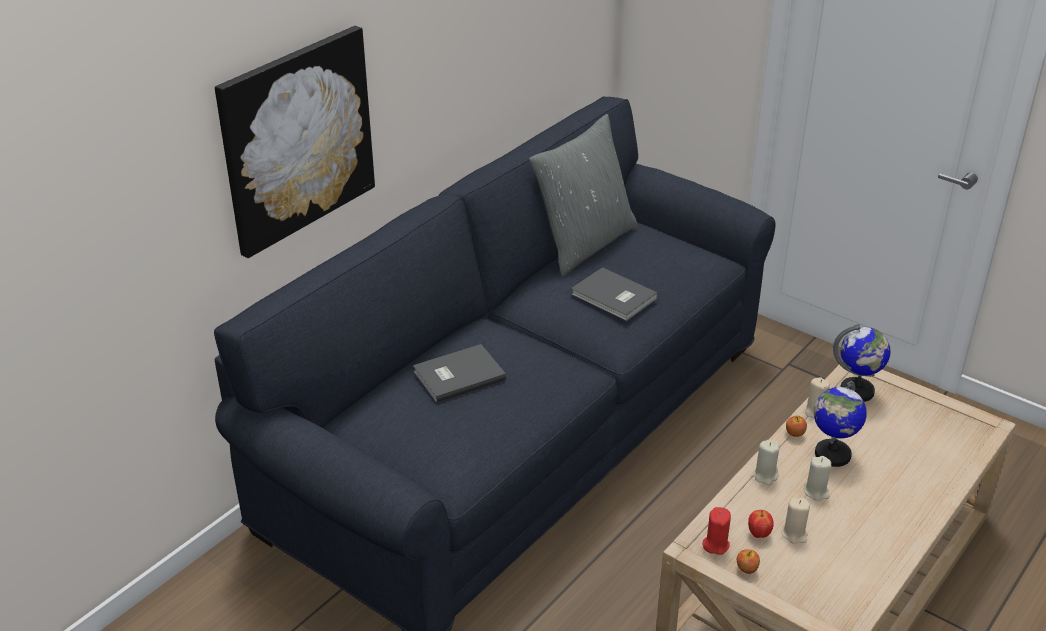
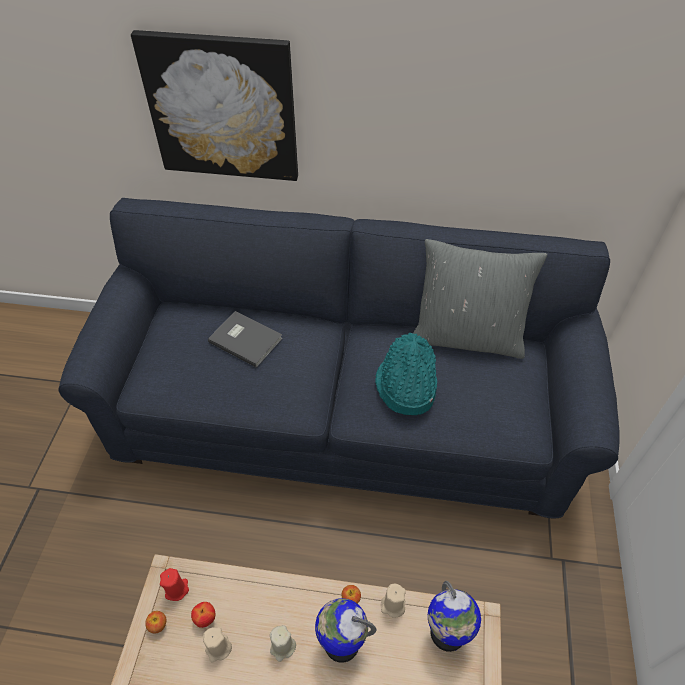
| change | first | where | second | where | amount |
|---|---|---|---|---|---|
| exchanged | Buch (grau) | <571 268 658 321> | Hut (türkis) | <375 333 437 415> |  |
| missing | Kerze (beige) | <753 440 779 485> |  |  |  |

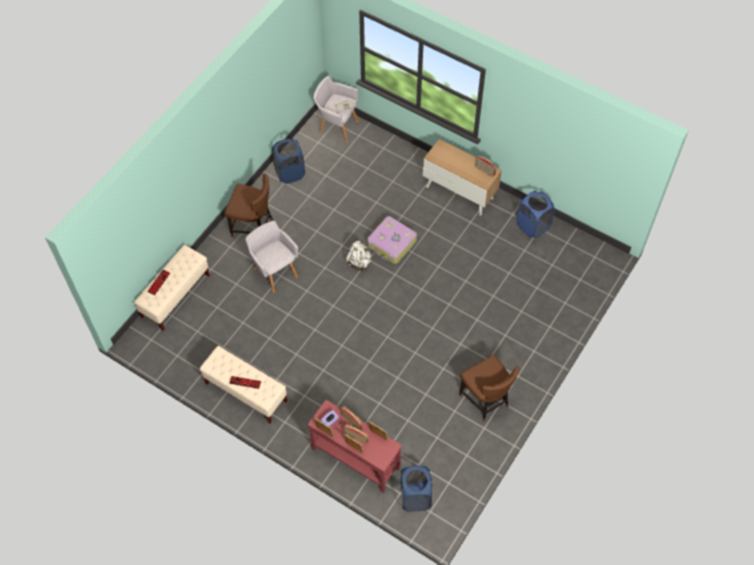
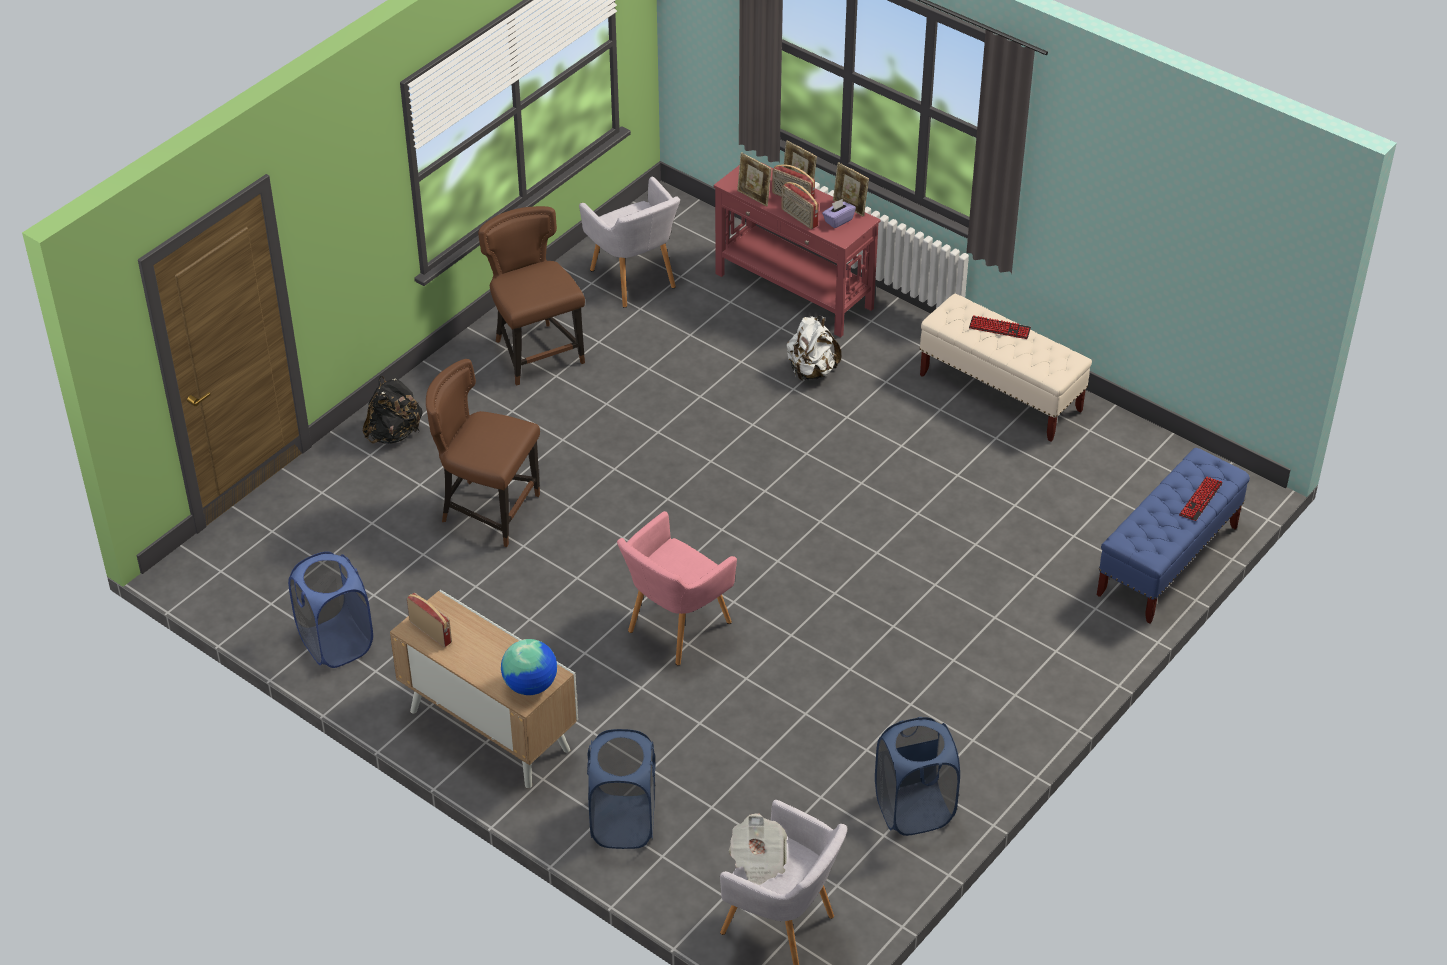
| change | first | where | second | where | amount |
|---|---|---|---|---|---|
| appeared |  |  | Rucksack (schwarz) | <362 376 423 444> |  |
| relocated | Stuhl (braun) | <224 173 273 237> |  | <426 359 540 547> |  |
| appeared |  |  | Globus | <501 639 557 695> |  |
| relocated | Sessel (grau) | <246 221 298 293> |  | <579 177 680 308> |  |
| relocated | Wäschekorb (blau) | <401 466 432 512> |  | <587 729 655 849> |  |
| exchanged | Koffer | <367 216 417 264> | Sessel (rosa) | <617 511 737 665> |  |
| relocated | Rucksack (weiß) | <345 241 372 272> |  | <786 316 841 381> |  |
| colour | Bank (beige) | <134 245 210 331> | Bank (blau) | <1097 448 1250 623> |  |

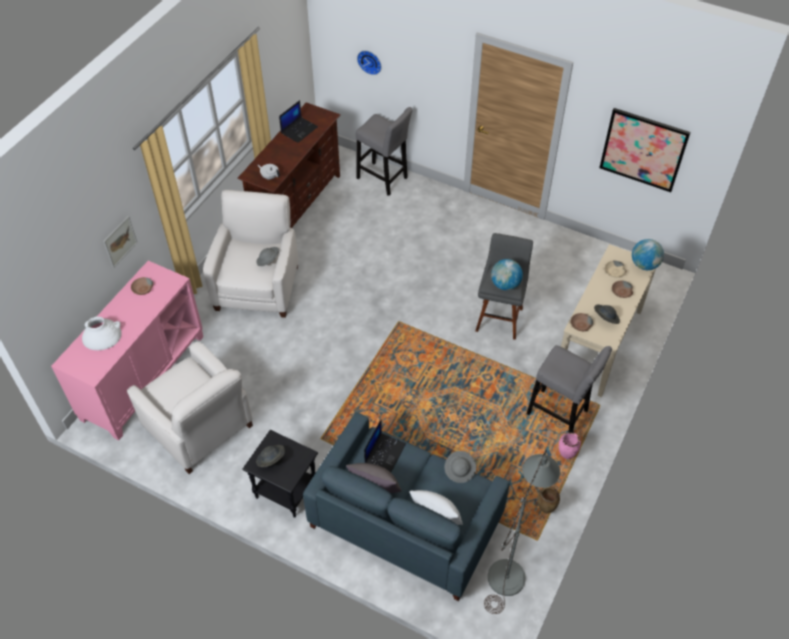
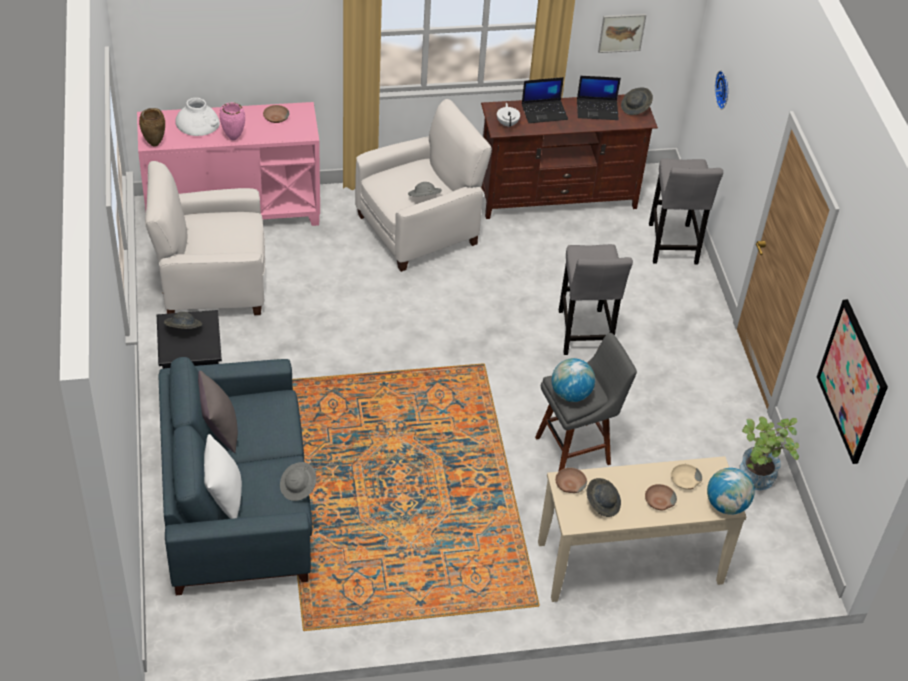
| change | first | where | second | where | amount |
|---|---|---|---|---|---|
| relocated | Vase (braun) | <537 486 560 513> |  | <139 108 165 147> |  |
| spun | Sessel (weiß) | <127 342 253 474> |  | <145 161 265 315> | 75 degrees clockwise |
| relocated | Vase (rosa) | <559 433 581 459> |  | <220 102 245 141> |  |
| relocated | Laptop | <364 419 406 472> |  | <522 77 568 123> |  |
| relocated | Hocker (grau) | <527 345 612 433> |  | <559 244 633 355> |  |
| relocated | Bild | <103 216 137 268> |  | <598 14 646 53> |  |
| appeared |  |  | Hut (grau) | <621 87 653 115> |  |
| appeared |  |  | Topfpflanze | <739 416 799 490> |  |
| missing | Stehlampe (grau) | <484 450 560 614> |  |  |  |

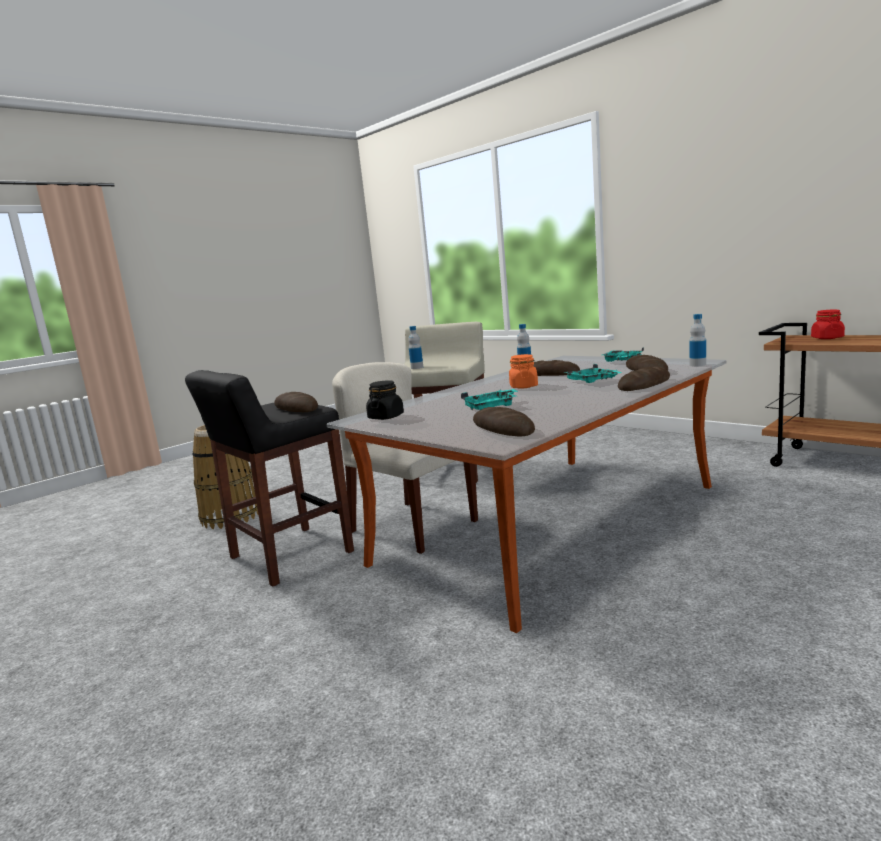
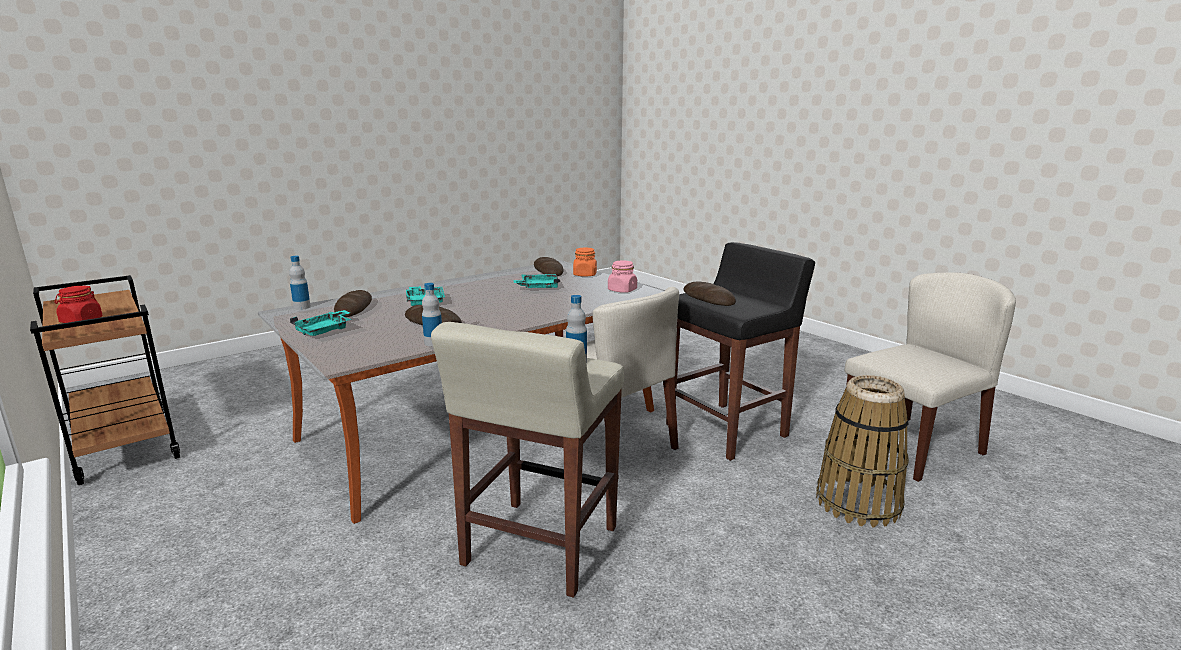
| change | first | where | second | where | amount |
|---|---|---|---|---|---|
| relocated | Vorratsglas (orange) | <509 354 538 389> |  | <573 247 597 277> |  |
| colour | Vorratsglas (schwarz) | <366 380 404 420> | Vorratsglas (rosa) | <608 261 637 293> |  |
| appeared |  |  | Stuhl (beige) | <845 272 1016 482> |  |
| missing | Brot | <618 366 670 391> |  |  |  |

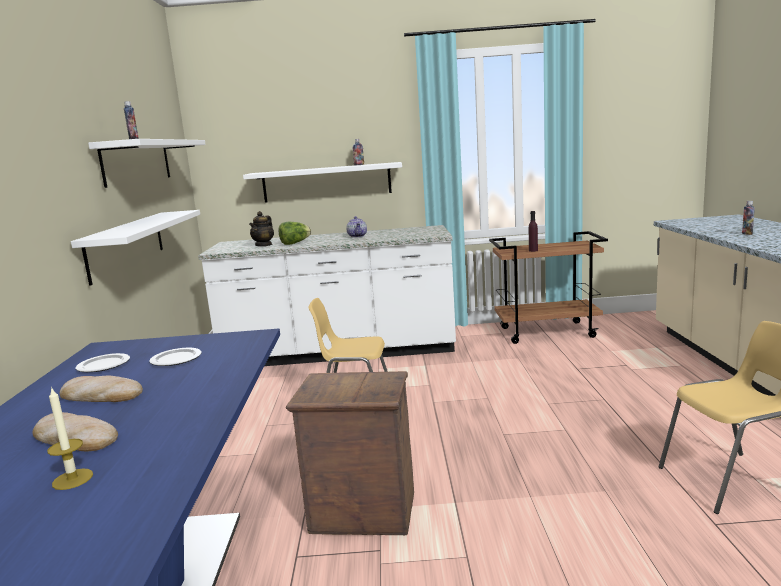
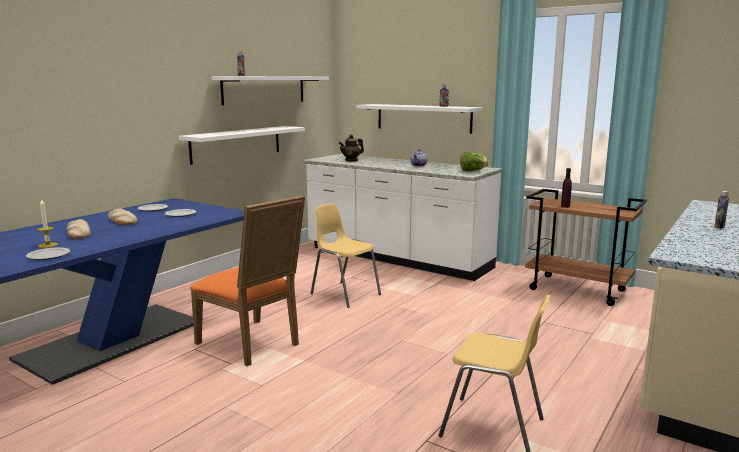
| change | first | where | second | where | amount |
|---|---|---|---|---|---|
| appeared |  |  | Teller | <26 247 70 260> |  |
| exchanged | Kiste | <286 371 414 535> | Stuhl (orange) | <190 195 305 366> |  |
| relocated | Salatkopf | <279 222 311 245> |  | <460 152 489 171> |  |

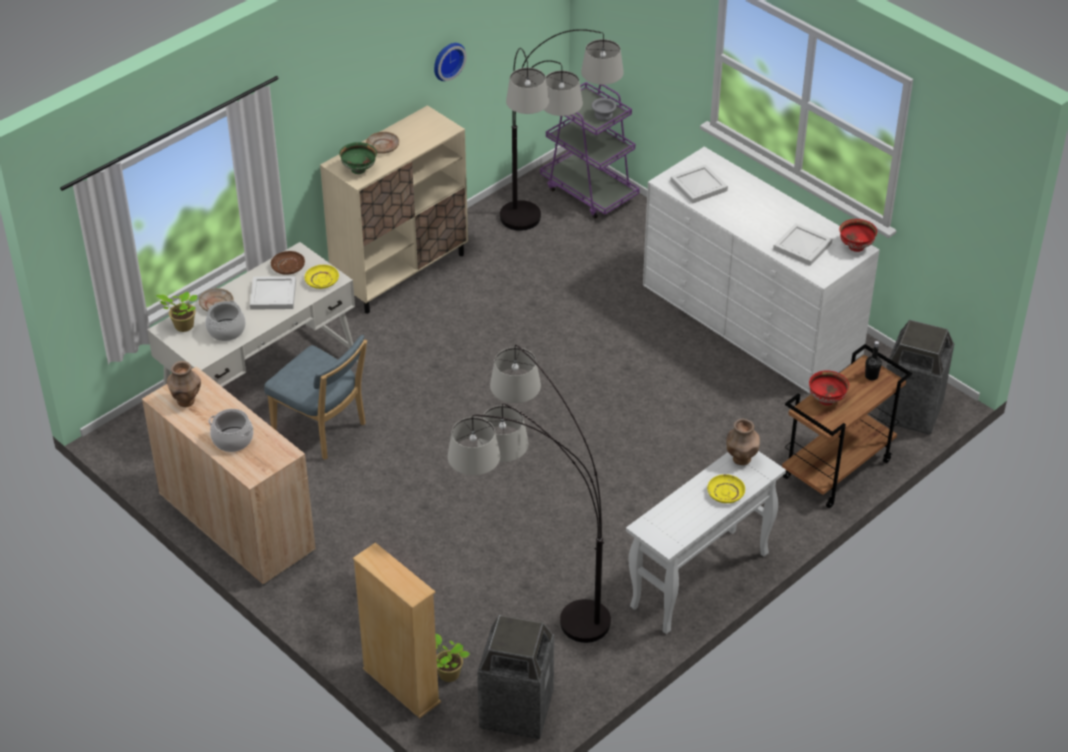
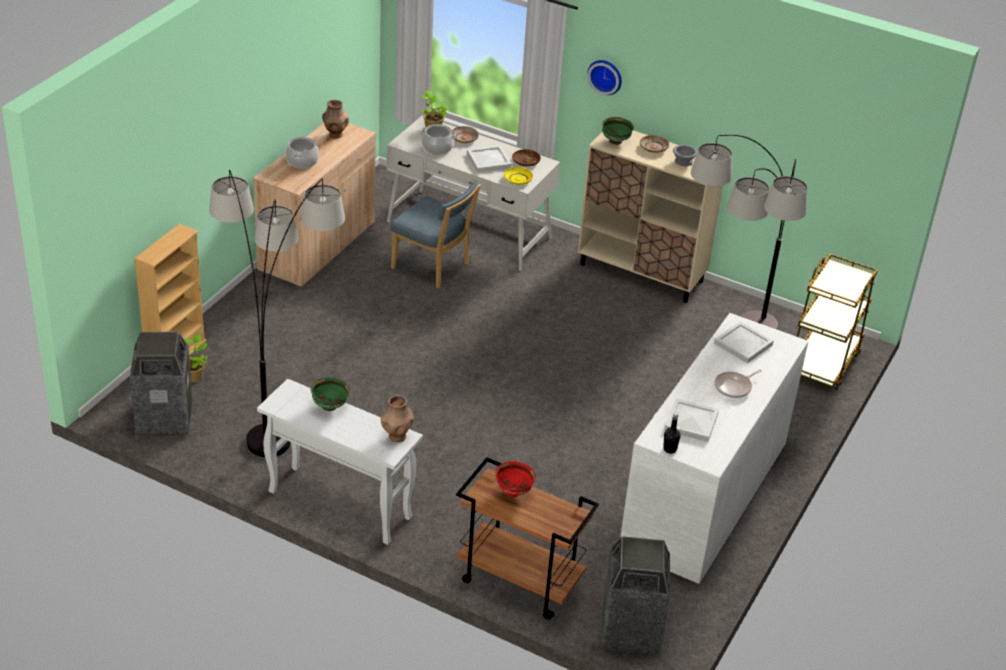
| change | first | where | second | where | amount |
|---|---|---|---|---|---|
| appeared |  |  | Schüssel (grün) | <311 377 350 411> |  |
| spun | Stuhl (blau) | <264 335 367 460> |  | <390 180 481 288> | 75 degrees counterclockwise |
| relocated | Wanduhr | <434 43 467 81> |  | <587 60 622 95> |  |
| relocated | Flasche (schwarz) | <865 341 882 380> |  | <663 412 681 453> |  |
| relocated | Schüssel (grau) | <591 98 617 121> |  | <673 145 697 166> |  |
| appeared |  |  | Pfanne | <714 369 762 398> |  |
| colour | Rollwagen (lila) | <540 82 640 219> | Rollwagen (braun) | <797 254 878 390> |  |
| missing | Teller (gelb) | <707 474 745 503> |  |  |  |
| missing | Schüssel (rot) | <839 219 877 252> |  |  |  |

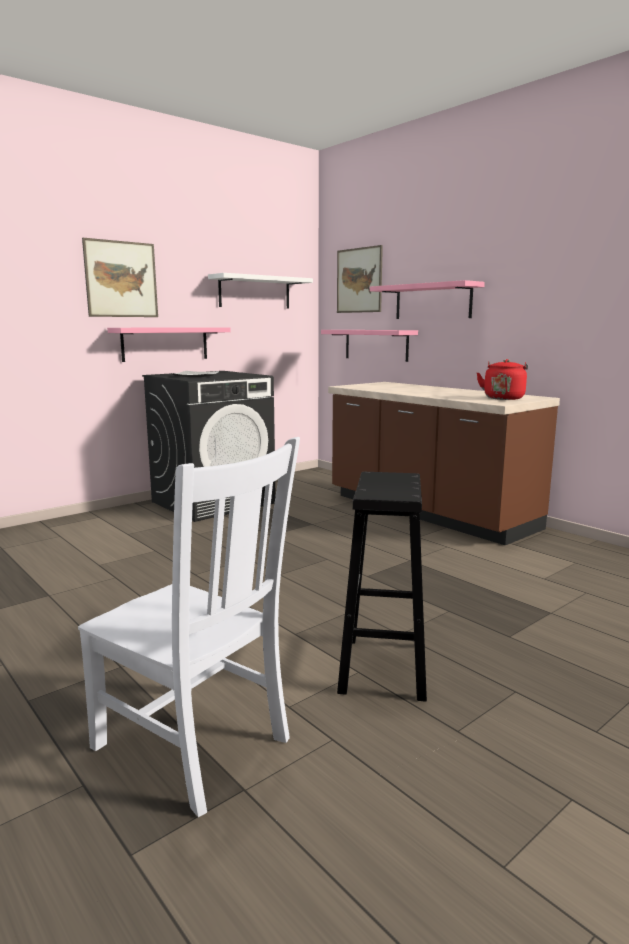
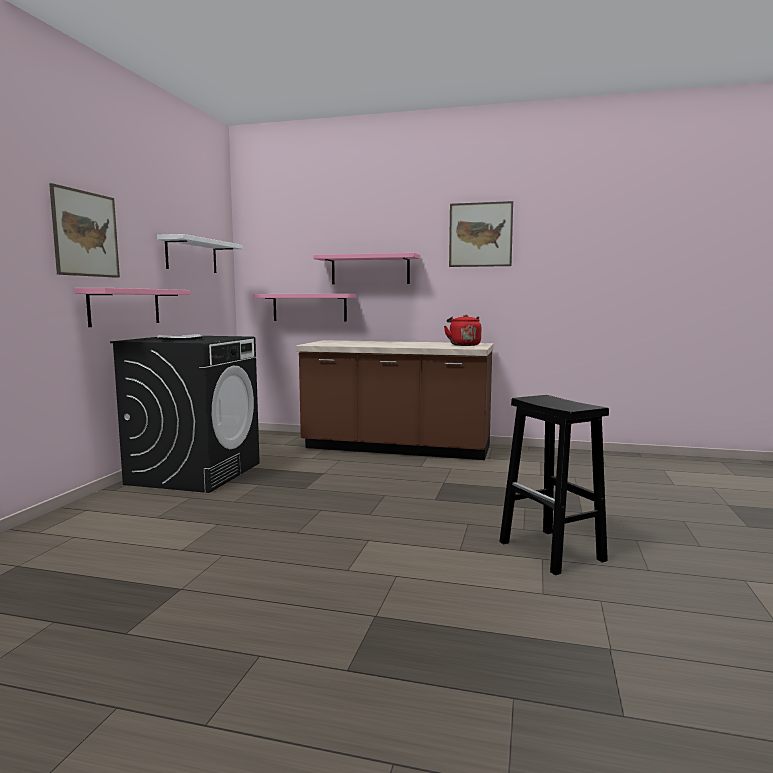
| change | first | where | second | where | amount |
|---|---|---|---|---|---|
| relocated | Bild | <337 245 383 313> |  | <449 201 513 267> |  |
| missing | Stuhl (weiß) | <78 437 300 817> |  |  |  |

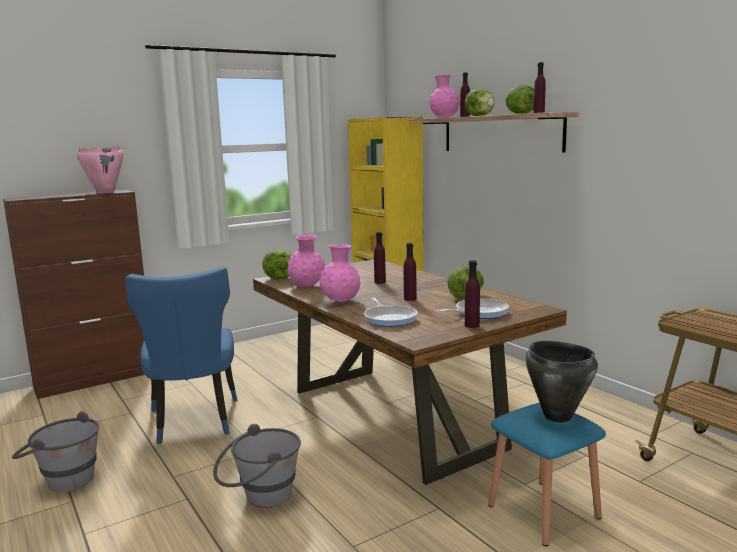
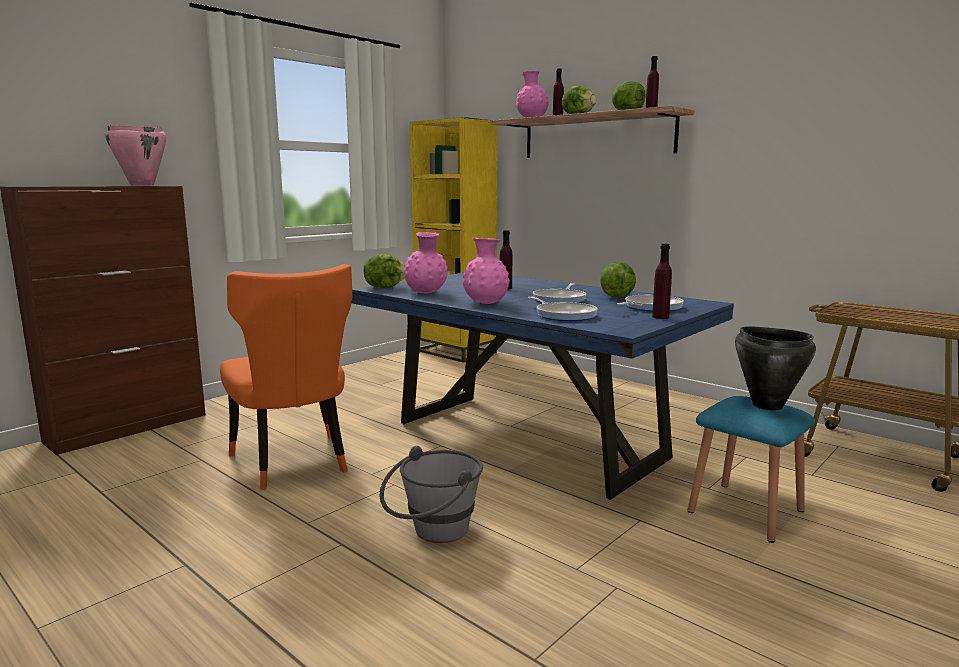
| change | first | where | second | where | amount |
|---|---|---|---|---|---|
| colour | Stuhl (blau) | <125 267 237 444> | Stuhl (orange) | <220 264 352 490> |  |
| colour | Esstisch (braun) | <253 259 567 485> | Esstisch (blau) | <352 273 734 500> |  |
| exchanged | Flasche (lila) | <404 243 417 301> | Pfanne | <533 283 587 303> |  |
| missing | Eimer (grau) | <12 411 100 492> |  |  |  |

